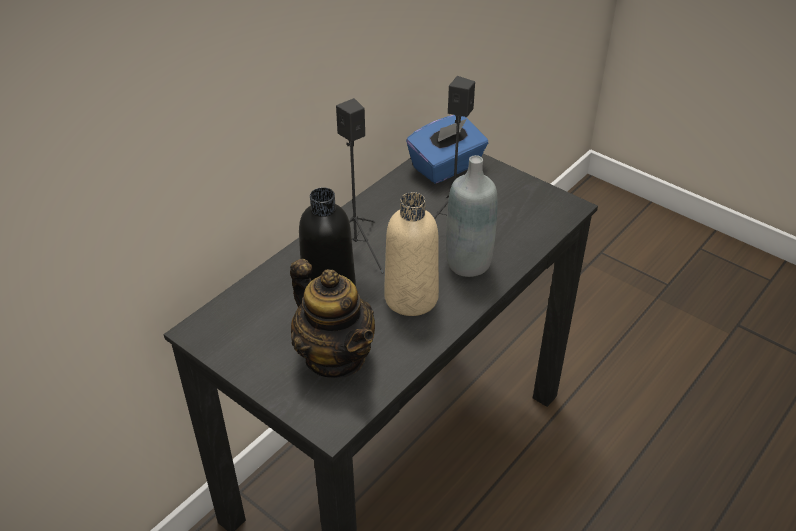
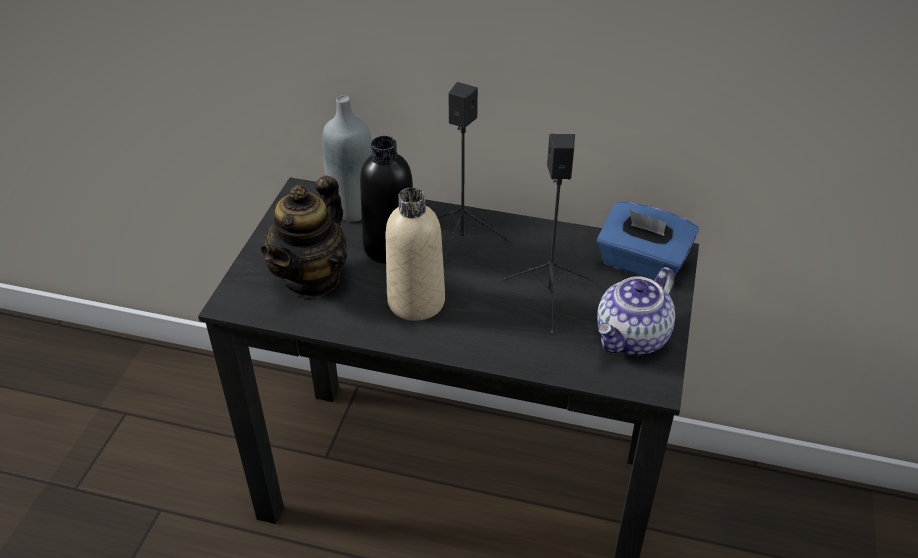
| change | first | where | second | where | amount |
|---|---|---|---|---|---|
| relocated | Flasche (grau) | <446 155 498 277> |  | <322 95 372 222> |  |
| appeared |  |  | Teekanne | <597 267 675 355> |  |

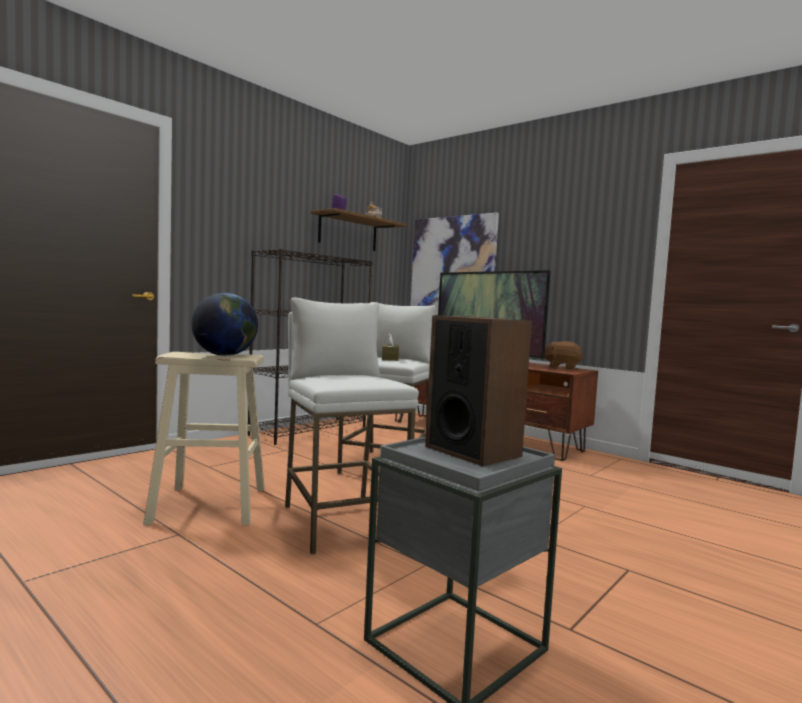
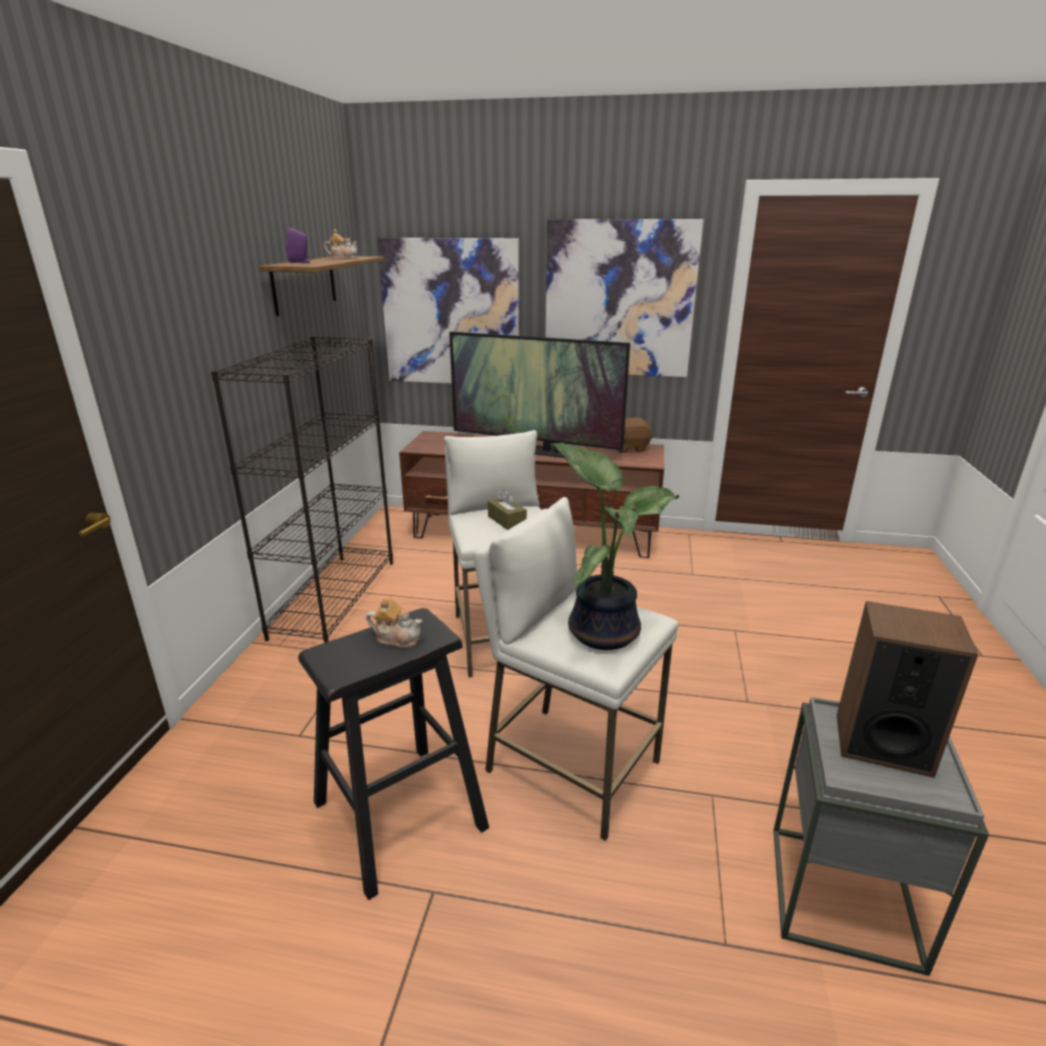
| change | first | where | second | where | amount |
|---|---|---|---|---|---|
| colour | Hocker (beige) | <143 352 265 525> | Hocker (schwarz) | <298 608 489 900> |  |
| exchanged | Globus | <191 293 258 356> | Teekanne | <366 599 422 648> |  |
| appeared |  |  | Bild | <546 219 704 377> |  |
| appeared |  |  | Topfpflanze | <550 443 679 650> |  |

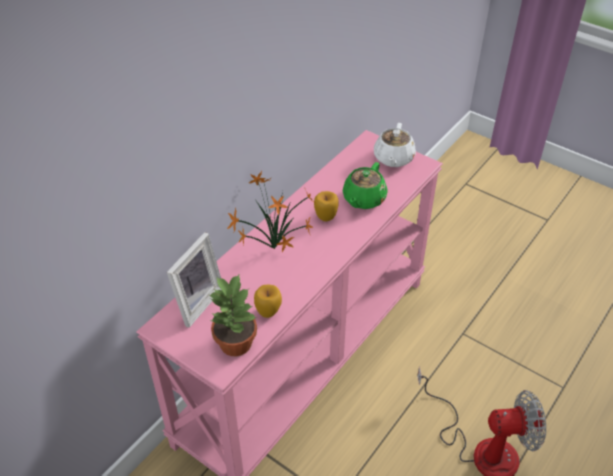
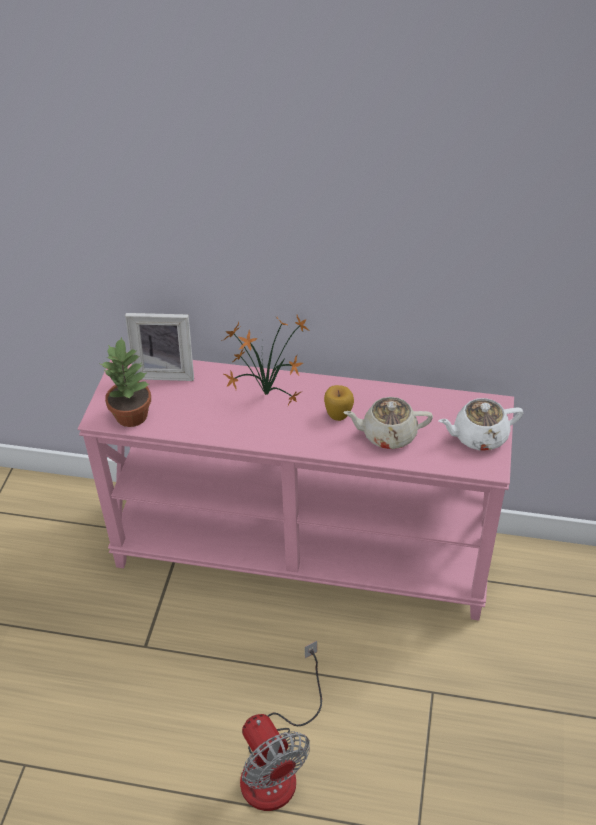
| change | first | where | second | where | amount |
|---|---|---|---|---|---|
| colour | Teekanne (grün) | <342 162 388 209> | Teekanne (beige) | <343 397 433 449> |  |
| missing | Apfel | <254 284 282 318> |  |  |  |

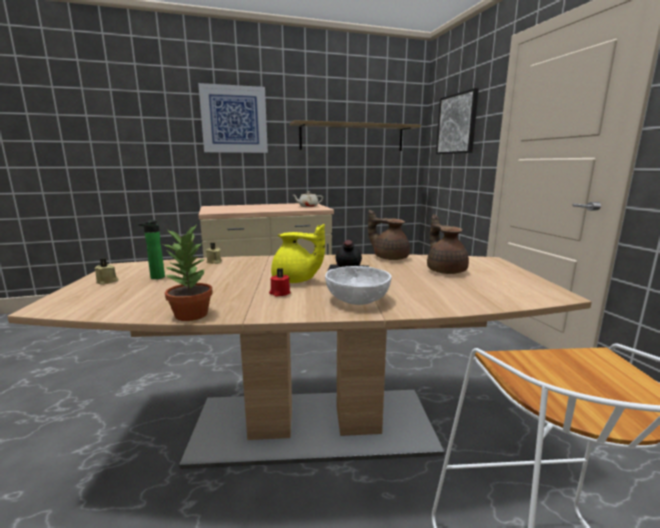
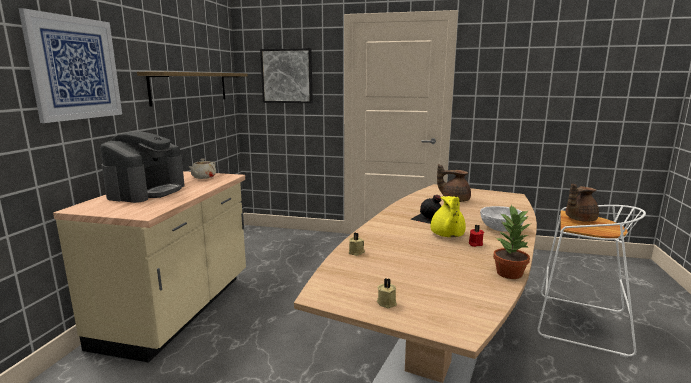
| change | first | where | second | where | amount |
|---|---|---|---|---|---|
| appeared |  |  | Kaffeemaschine | <100 131 185 203> |  |
| spun | Teekanne (gelb) | <271 224 325 283> |  | <431 196 466 237> | 135 degrees clockwise |
| relocated | Teekanne (braun) | <368 210 410 260> |  | <565 184 599 222> |  |
| missing | Flasche | <138 220 165 279> |  |  |  |

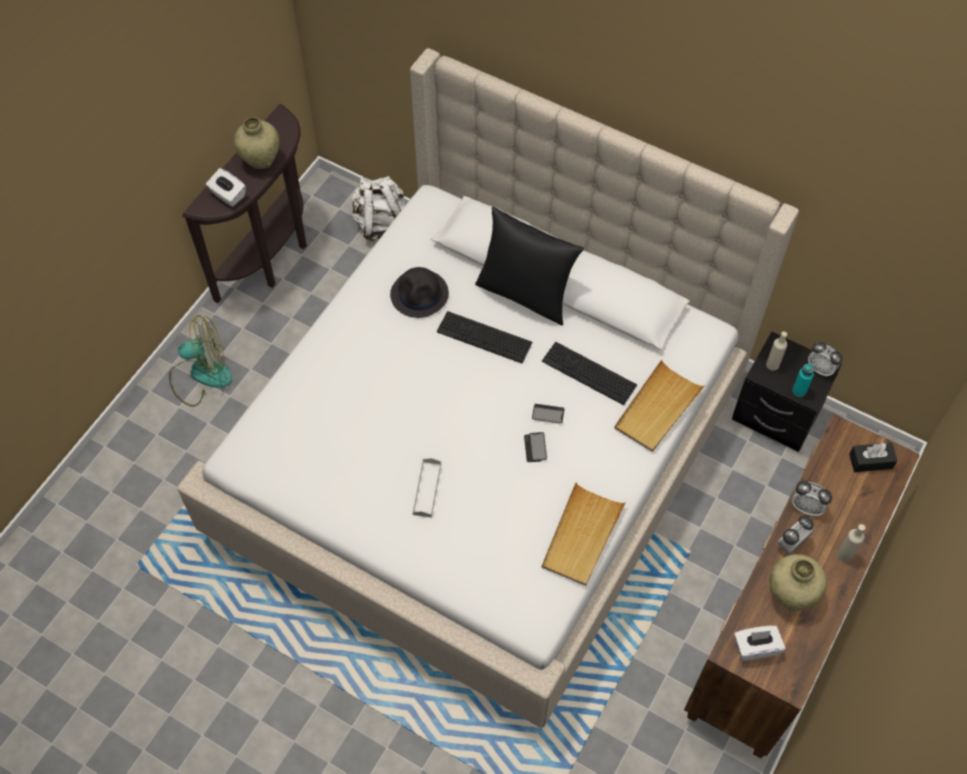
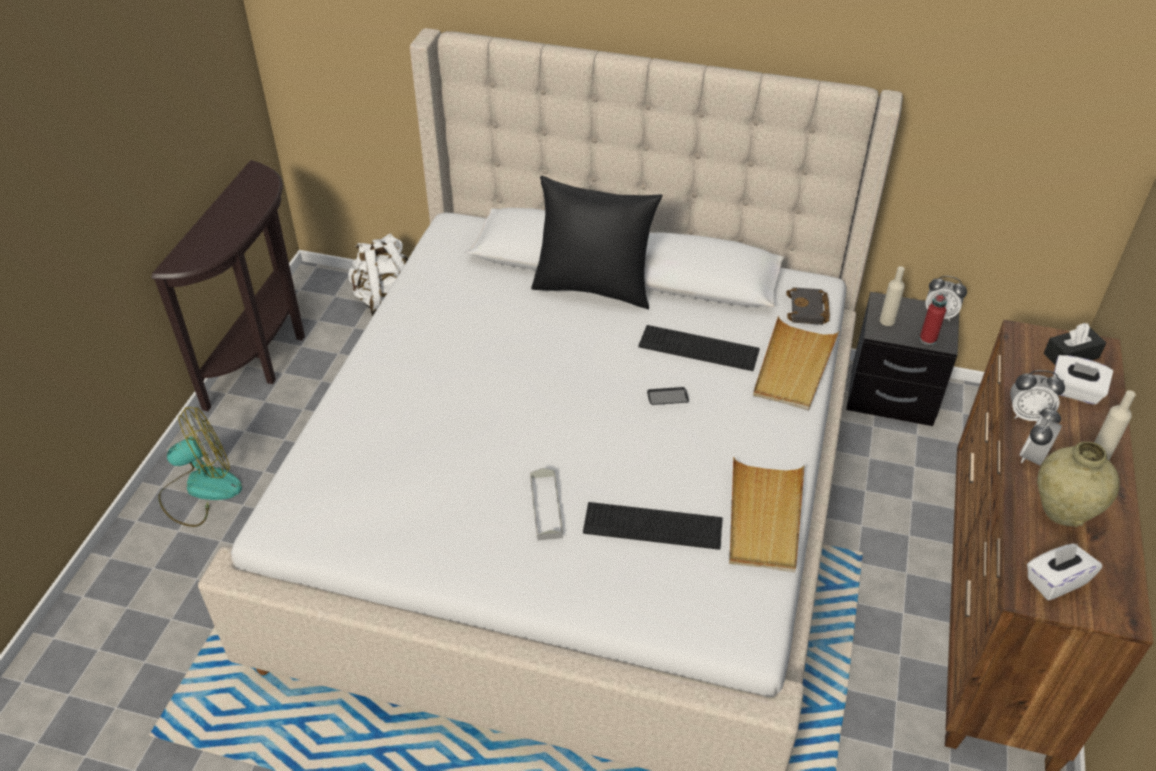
| change | first | where | second | where | amount |
|---|---|---|---|---|---|
| relocated | Tastatur | <437 311 532 363> |  | <583 502 723 550> |  |
| appeared |  |  | Buch (schwarz) | <786 287 830 325> |  |
| colour | Flasche (türkis) | <792 363 814 397> | Flasche (rot) | <920 293 947 345> |  |
| relocated | Taschentuchbox (weiß) | <206 168 246 207> |  | <1053 355 1114 405> |  |
| missing | Vase (beige) | <234 117 279 169> |  |  |  |
| missing | Hut (schwarz) | <390 267 449 318> |  |  |  |
| missing | Handy | <524 432 547 462> |  |  |  |

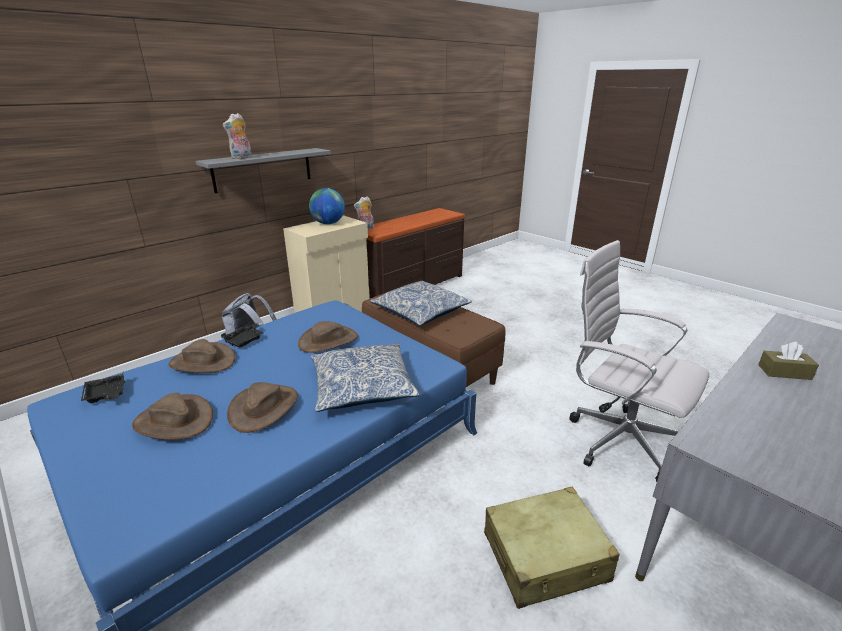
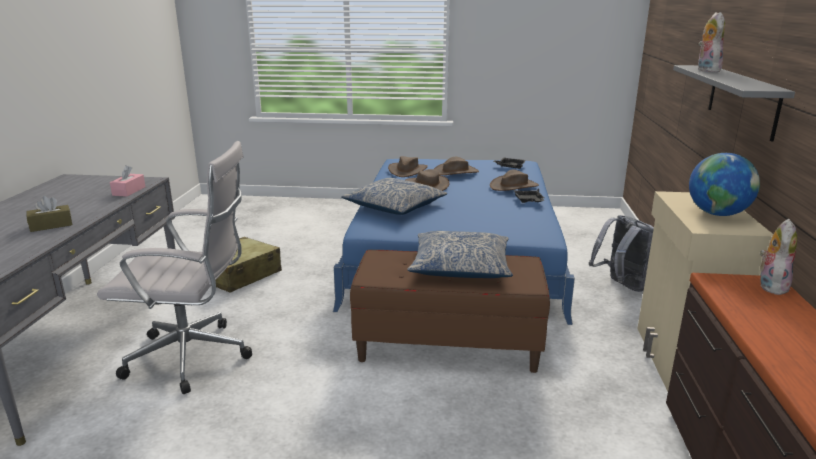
| change | first | where | second | where | amount |
|---|---|---|---|---|---|
| appeared |  |  | Taschentuchbox (rosa) | <110 165 145 197> |  |
| relocated | Hut (braun) | <298 321 358 353> |  | <388 156 428 177> |  |

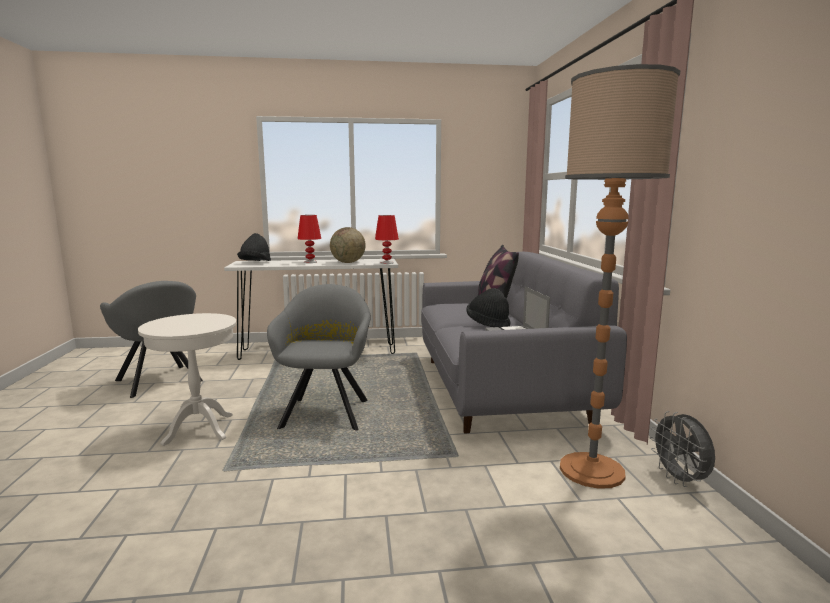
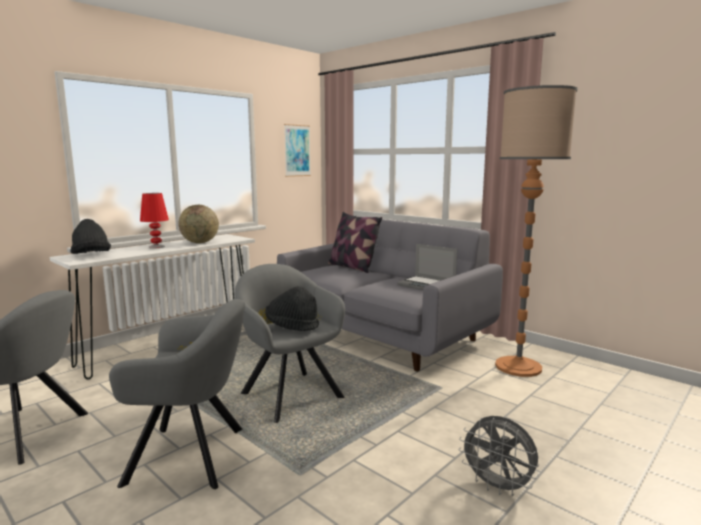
| change | first | where | second | where | amount |
|---|---|---|---|---|---|
| exchanged | Beistelltisch (weiß) | <138 313 236 446> | Sessel (grau) | <109 299 245 489> |  |
| relocated | Hut (schwarz) | <466 288 510 327> |  | <265 286 319 331> |  |
| appeared |  |  | Bild | <284 124 311 177> |  |
| relocated | Ventilator (grau) | <650 411 715 487> |  | <459 416 539 497> |  |
| missing | Tischlampe (rot) | <375 215 399 264> |  |  |  |

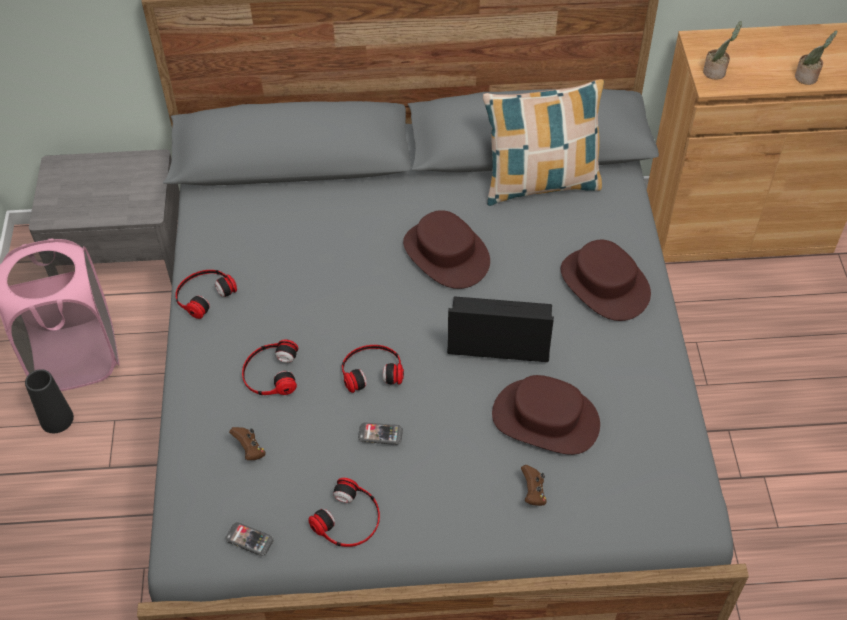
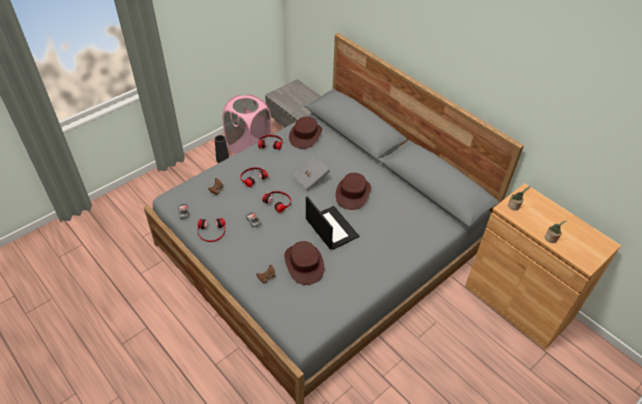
| change | first | where | second | where | amount |
|---|---|---|---|---|---|
| relocated | Hut (braun) | <561 240 651 321> |  | <289 116 322 149> |  |
| appeared |  |  | Buch (grau) | <293 156 330 191> |  |
| missing | Kissen | <483 79 604 206> |  |  |  |

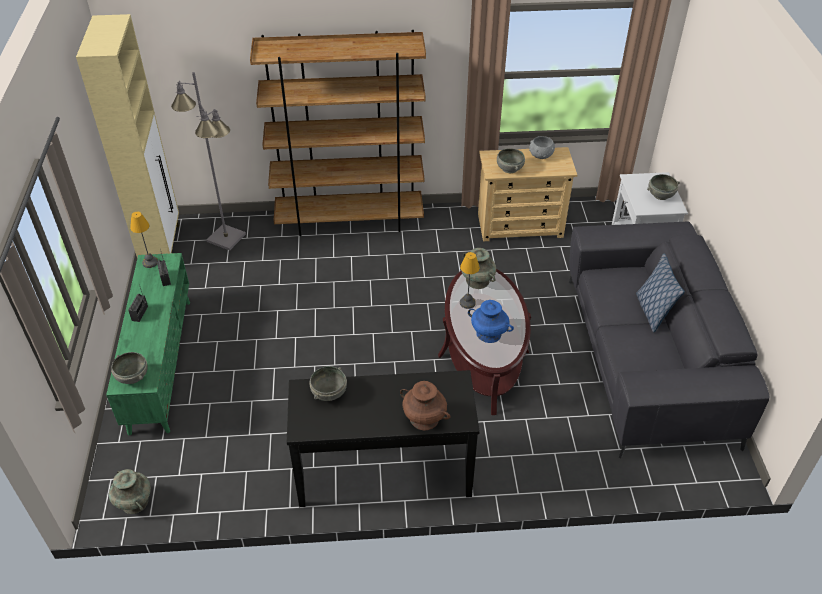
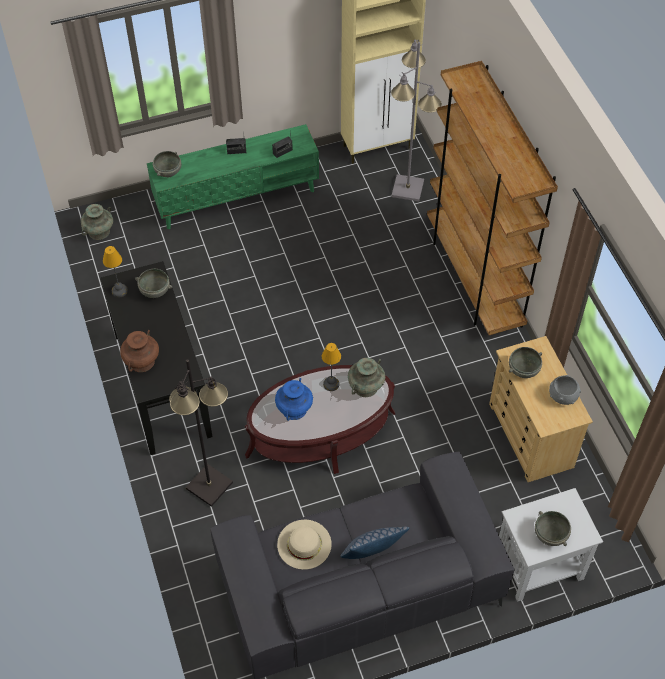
| change | first | where | second | where | amount |
|---|---|---|---|---|---|
| relocated | Tischlampe | <130 212 158 268> |  | <103 246 128 297> |  |
| appeared |  |  | Stehlampe (schwarz) | <169 359 233 507> |  |
| appeared |  |  | Hut (beige) | <277 520 332 570> |  |

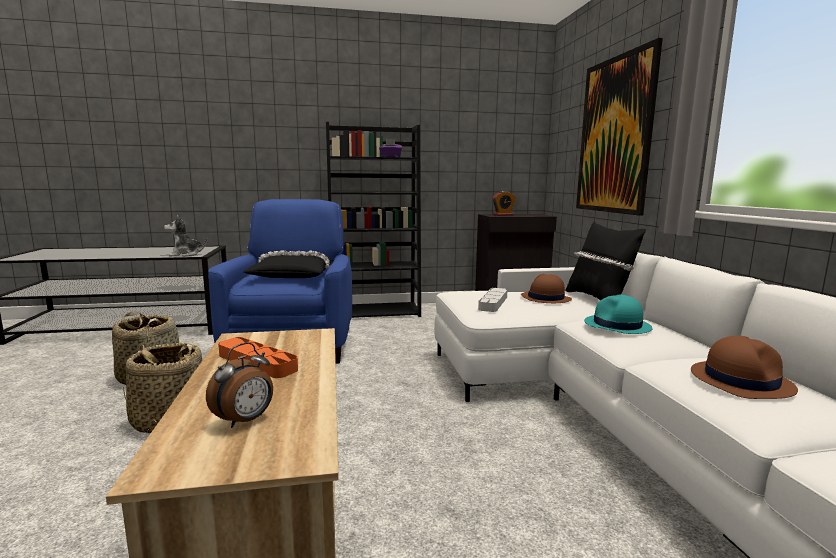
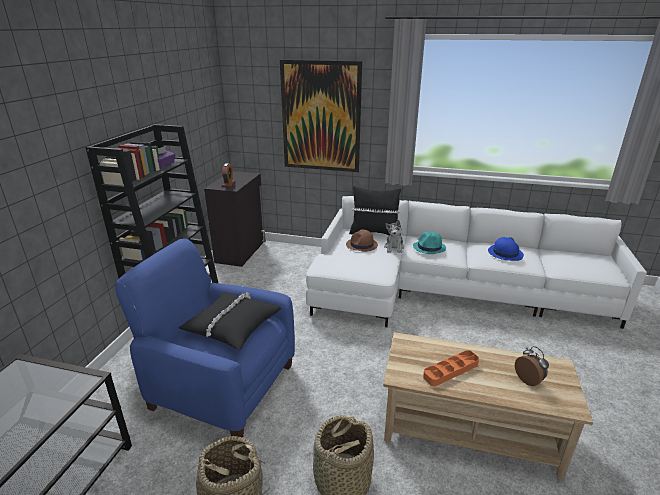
| change | first | where | second | where | amount |
|---|---|---|---|---|---|
| relocated | Plüschtier | <164 215 208 257> |  | <384 220 404 253> |  |
| colour | Hut (braun) | <691 336 798 399> | Hut (blau) | <488 237 524 261> |  |
| missing | Tablett (grau) | <478 288 507 312> |  |  |  |

